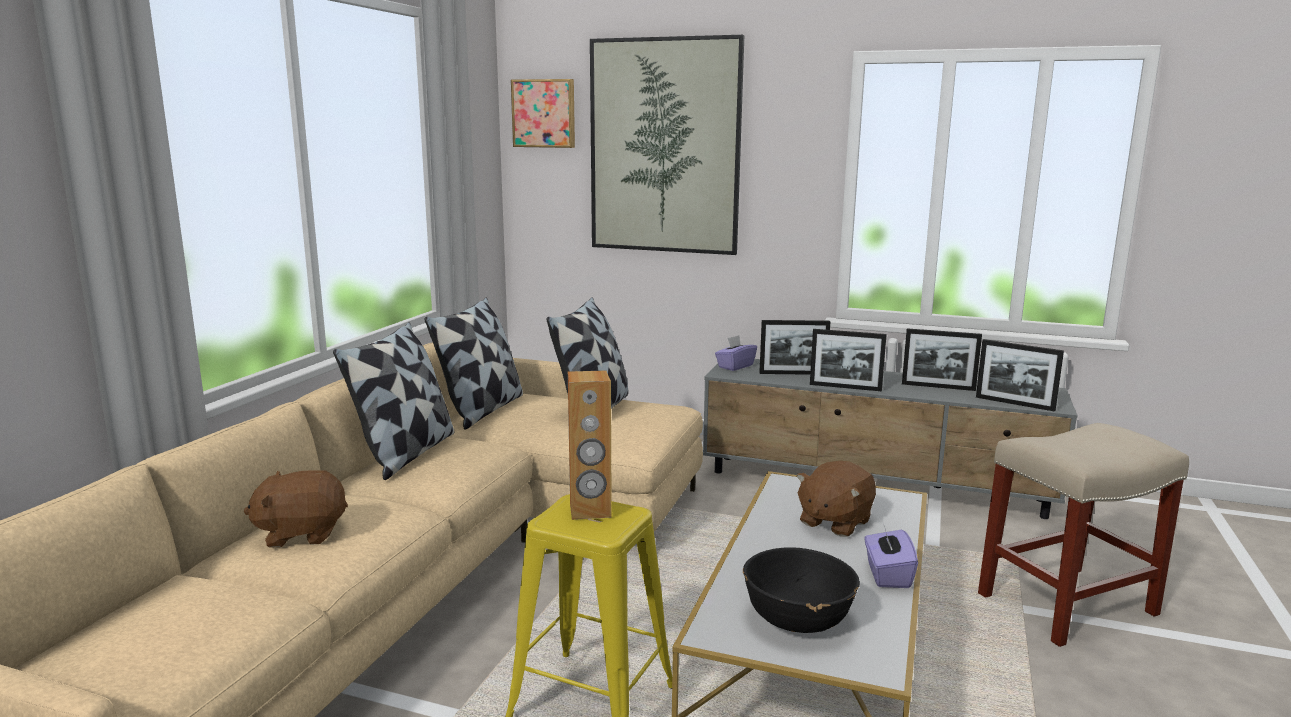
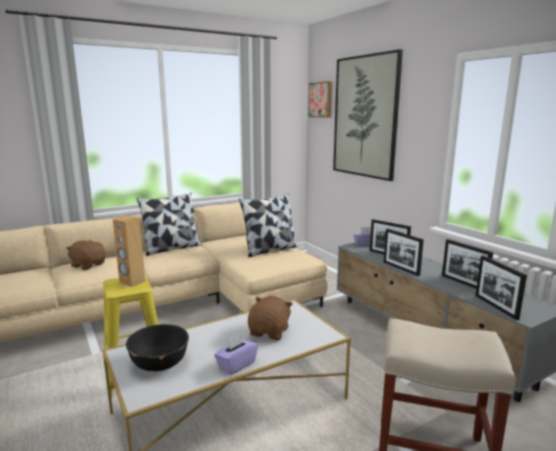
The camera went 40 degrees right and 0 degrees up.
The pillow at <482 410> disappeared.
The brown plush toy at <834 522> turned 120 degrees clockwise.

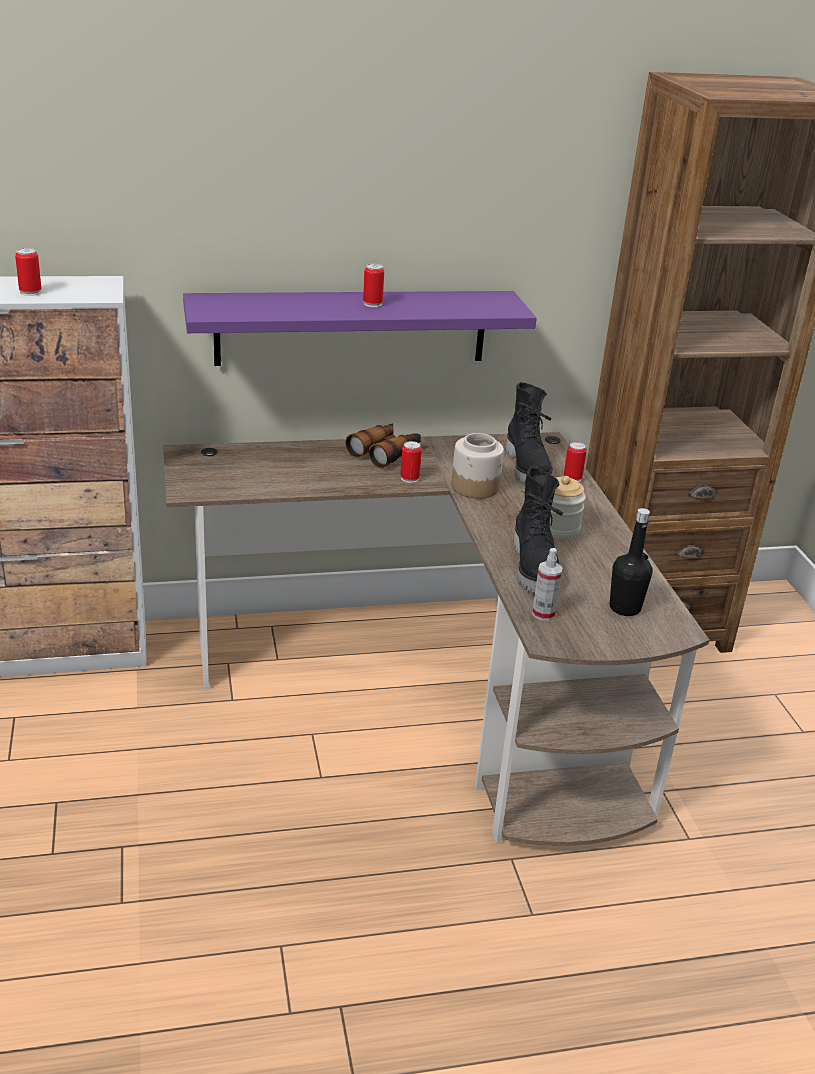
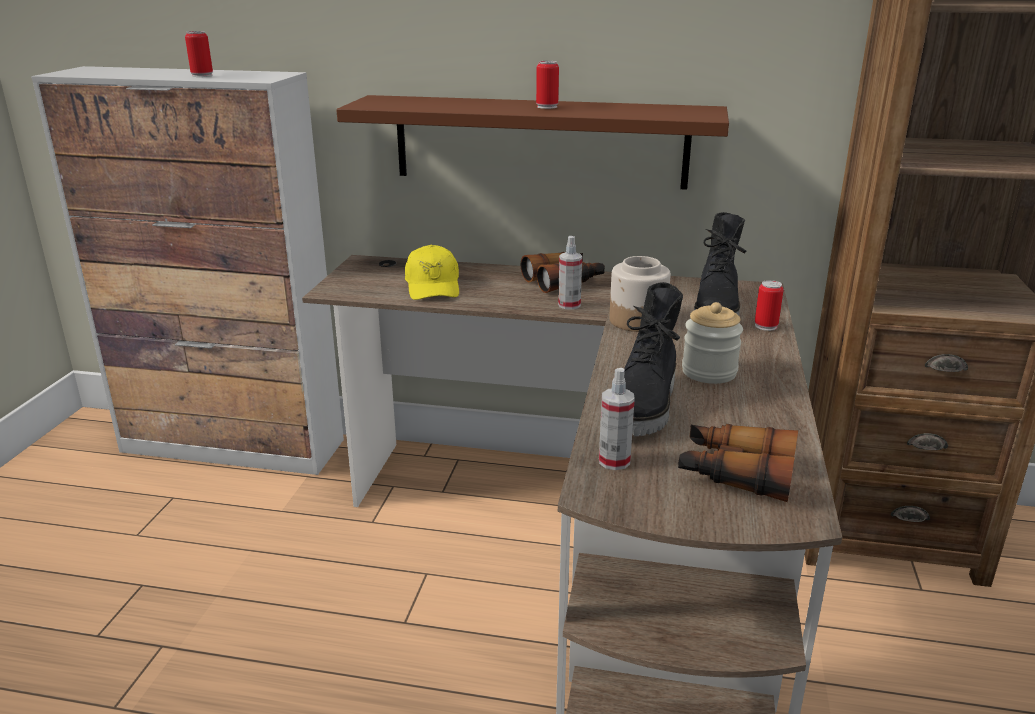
The camera went 25 degrees right and 5 degrees down.
The purple shelf at <352 327> became the brown shelf at <540 141>.
The can at <409 478> was replaced by the spray bottle at <569 305>.
The black bottle at <625 608> was replaced by the binoculars at <735 473>.
The yellow cap at <433 286> appeared.

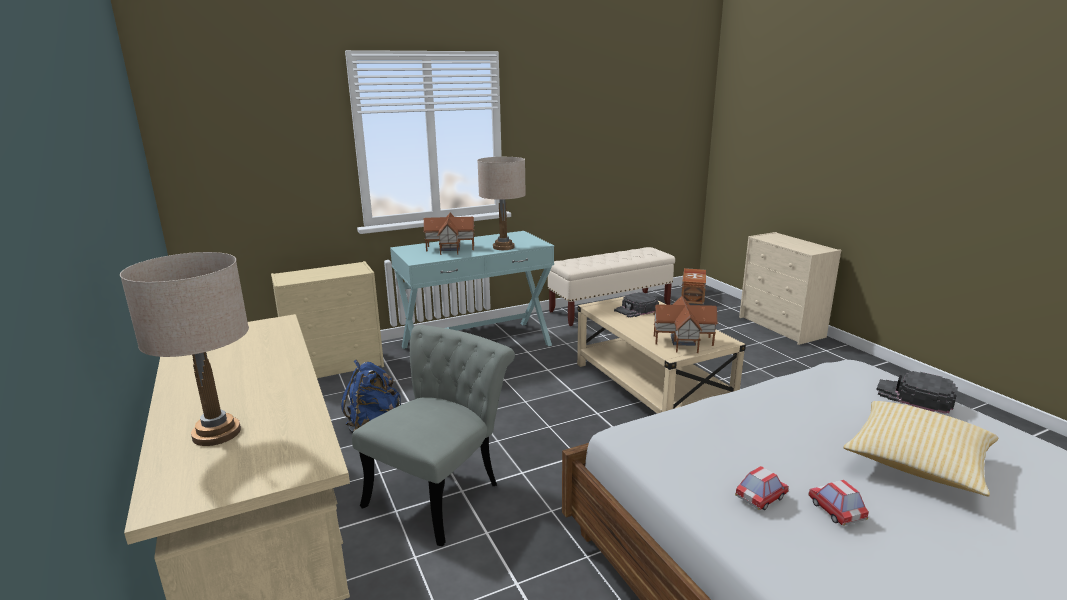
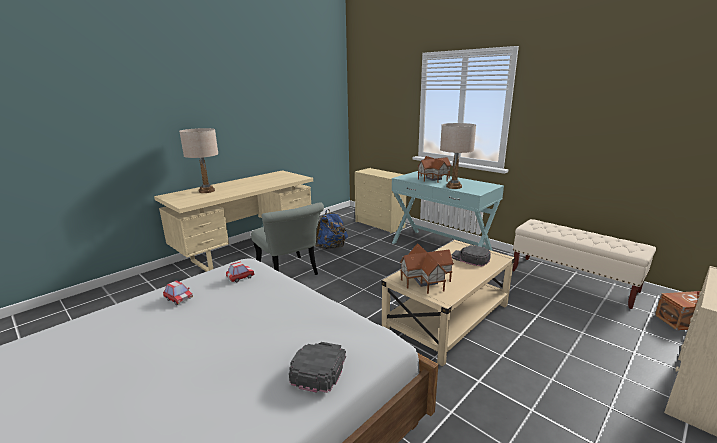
The camera went 70 degrees right and 0 degrees up.
The grey chair at <441 490> turned 45 degrees clockwise.
The pillow at <916 463> disappeared.
The toy car moved from <836 511> to <240 277>.

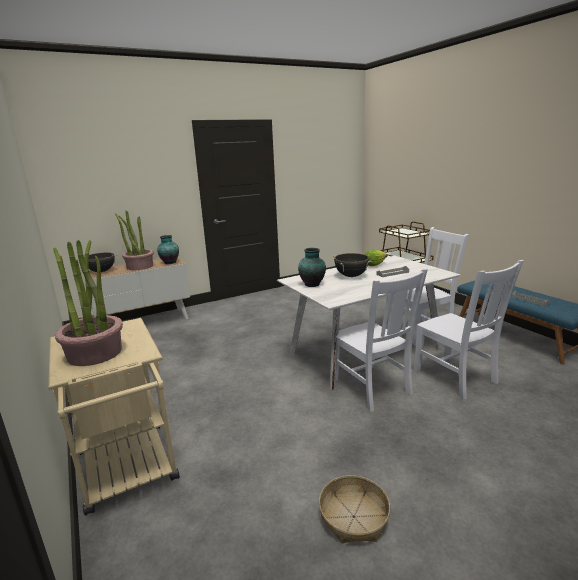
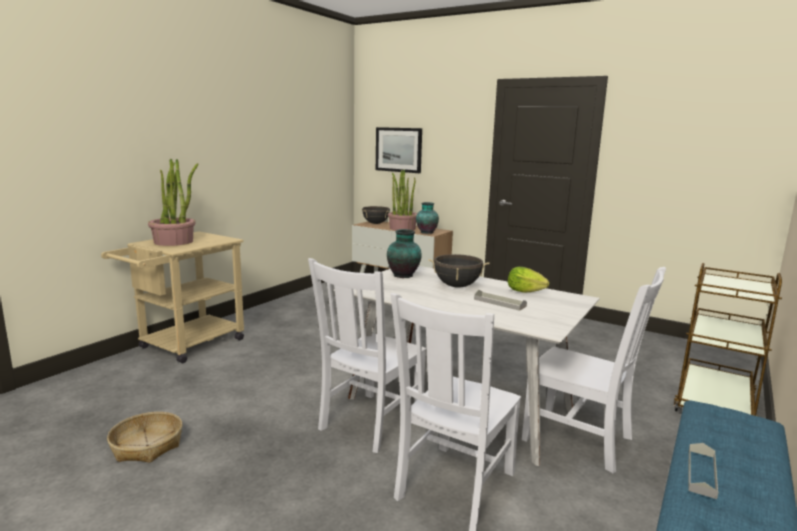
The camera went 60 degrees right and 5 degrees down.
The picture at <398 149> appeared.

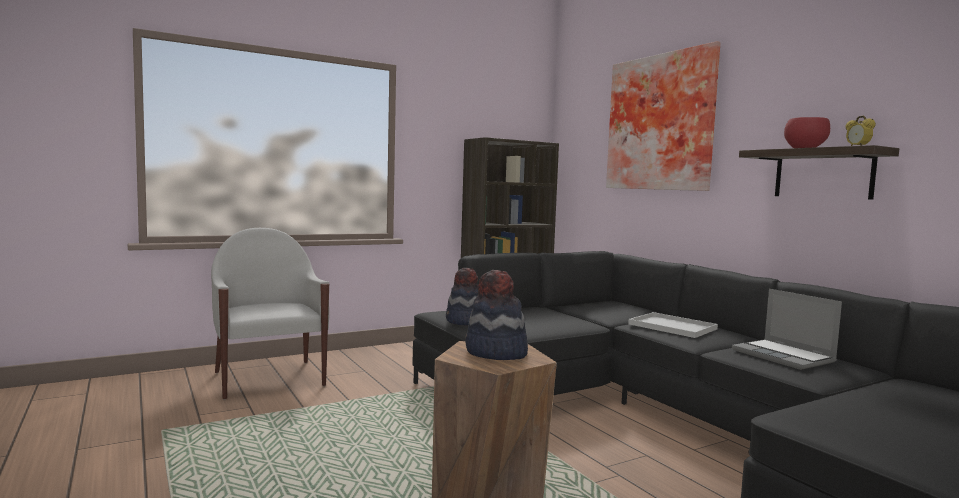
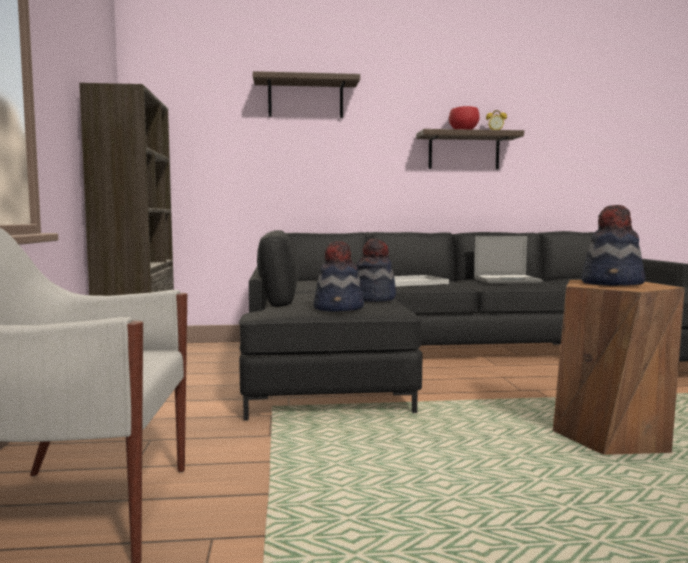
The camera went 65 degrees left and 0 degrees up.
The picture at <662 123> was replaced by the shelf at <305 98>.
The hat at <373 299> appeared.

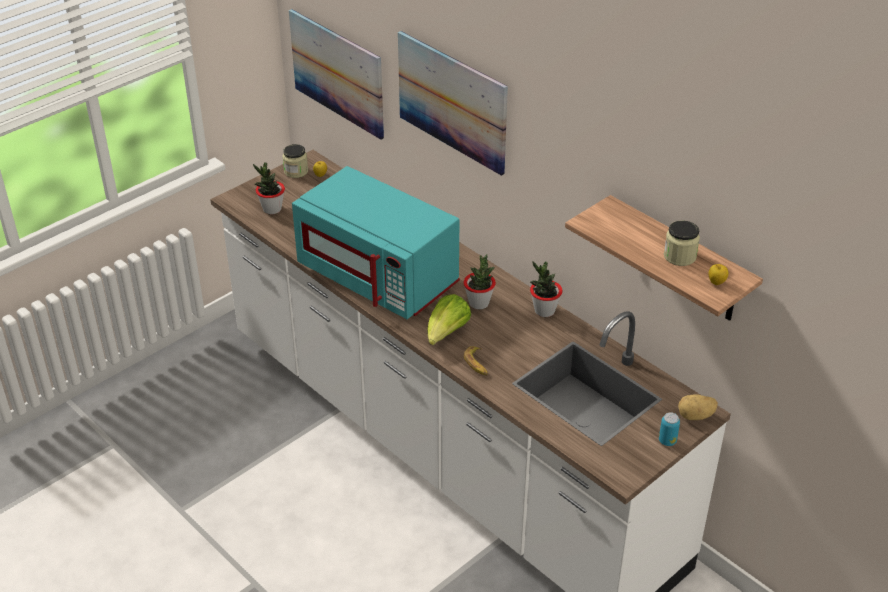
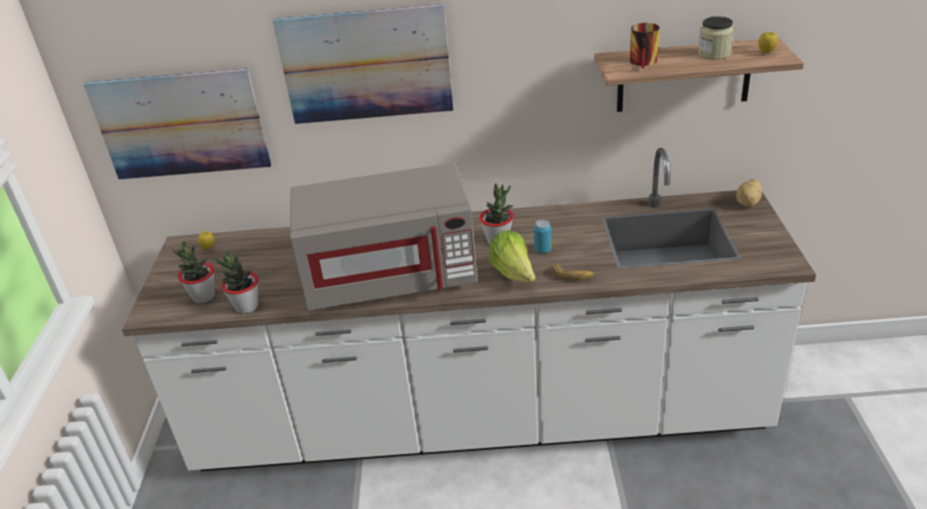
The camera went 45 degrees left and 5 degrees down.
The jar at <296 171> disappeared.
The turquoise microwave at <379 277> became the grey microwave at <391 277>.
The potted plant moved from <544 311> to <246 307>.
The can moved from <667 441> to <542 250>.
The mug at <646 62> appeared.

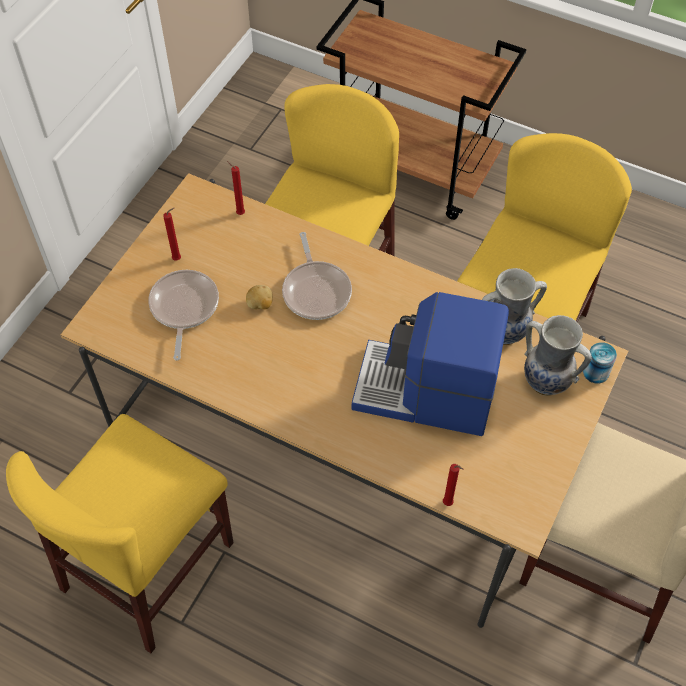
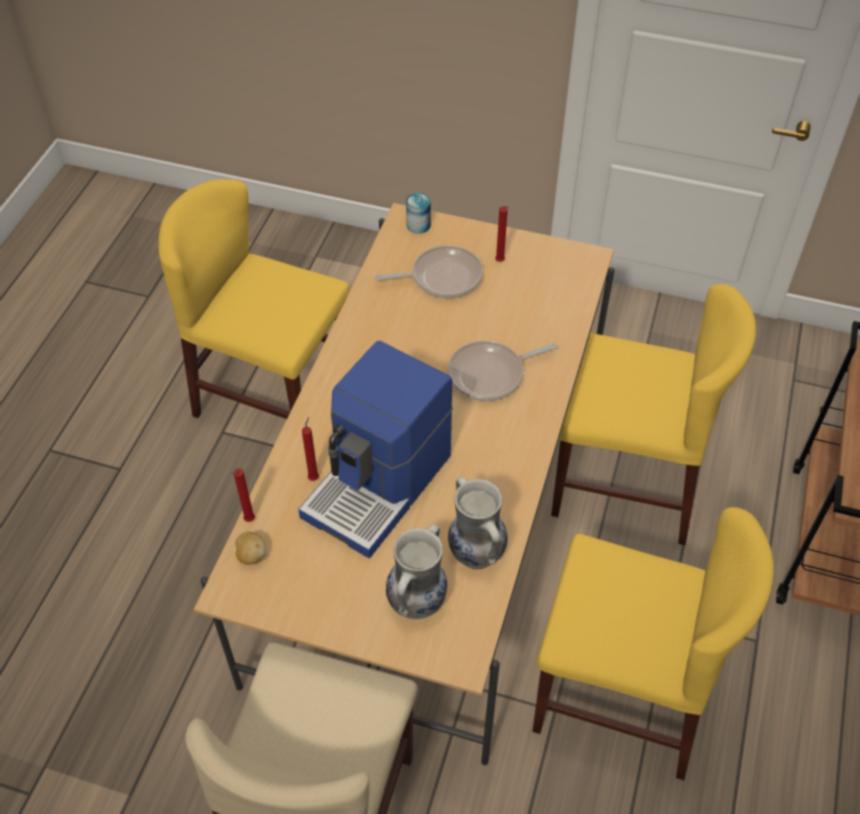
The camera went 80 degrees right and 5 degrees down.
The red candle moved from <239 213> to <314 477>.
The potato moved from <260 305> to <251 555>.
The coffee machine at <425 393> turned 150 degrees counterclockwise.
The can moved from <595 372> to <418 225>.

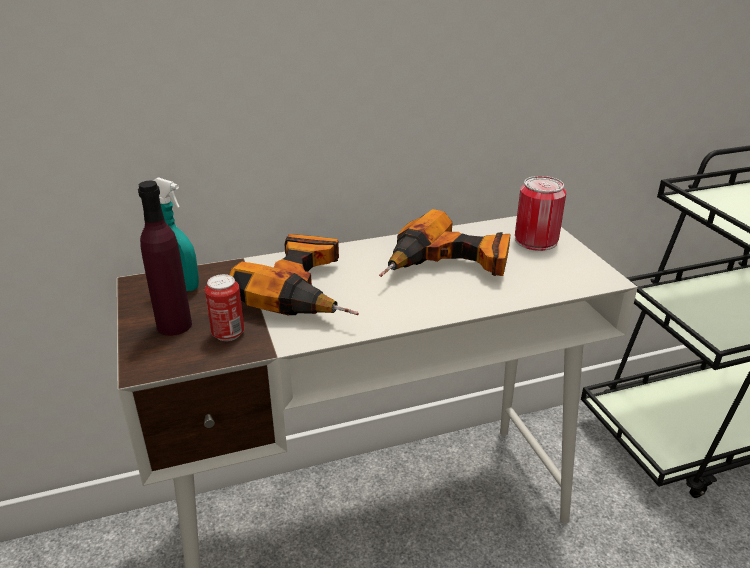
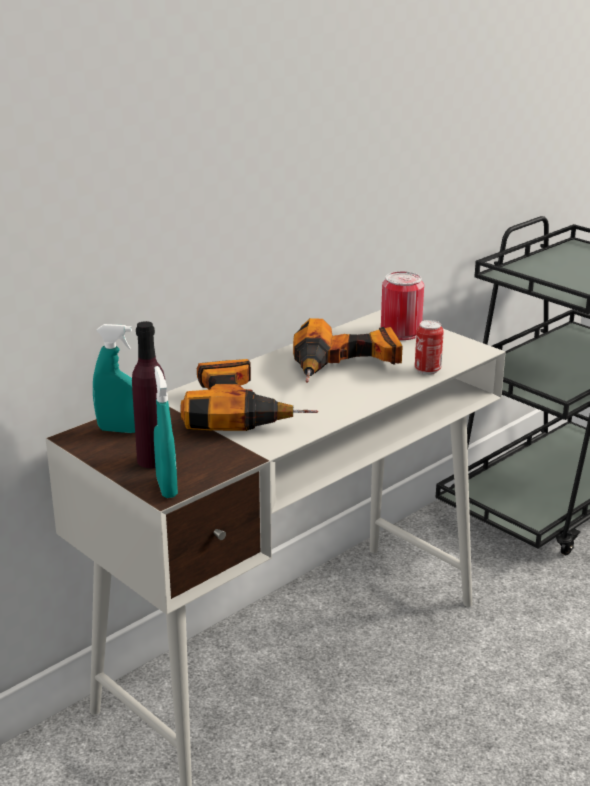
The camera went 25 degrees left and 5 degrees down.
The can moved from <228 334> to <427 370>.
The turquoise spray bottle at <166 487> appeared.

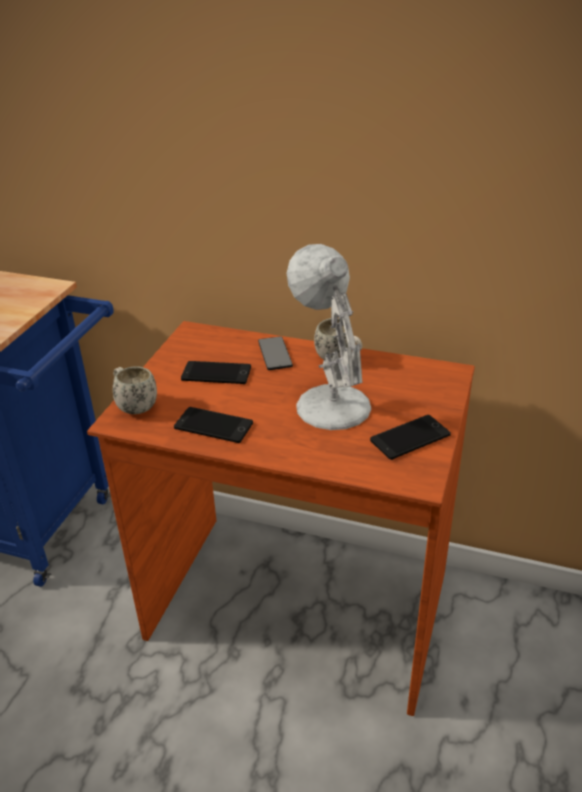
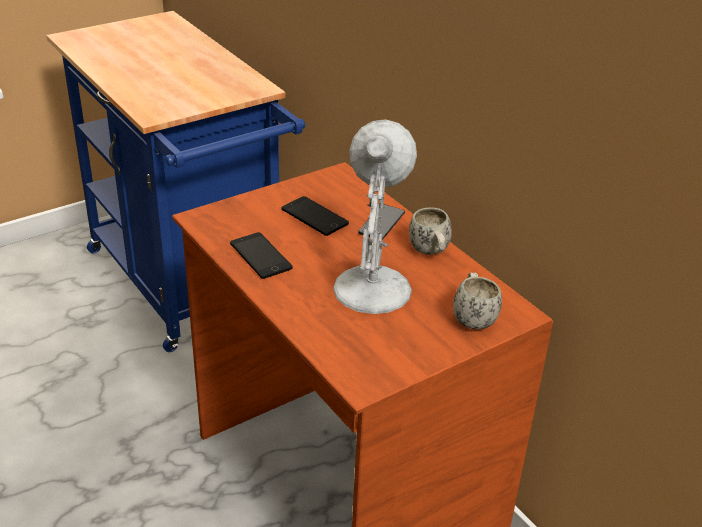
The camera went 35 degrees right and 0 degrees up.
The white mug moved from <133 405> to <472 317>.
The phone at <410 438> disappeared.

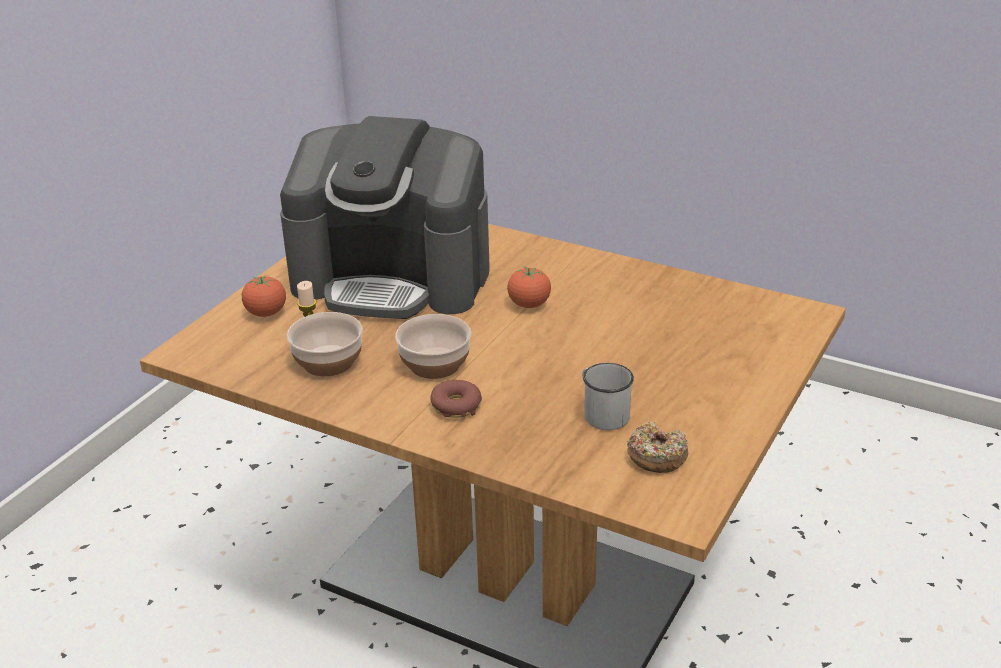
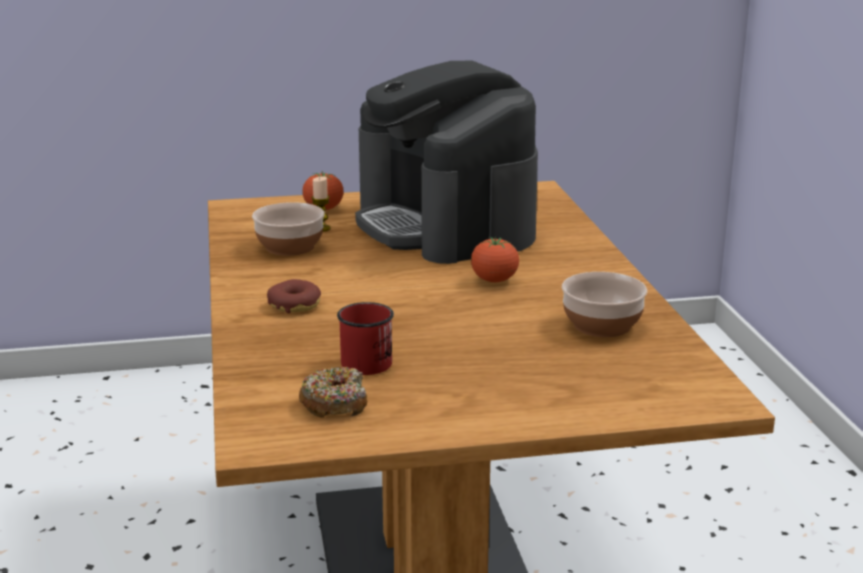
The camera went 50 degrees right and 10 degrees down.
The bowl moved from <434 364> to <600 325>.
The white mug at <602 413> became the red mug at <370 360>.

